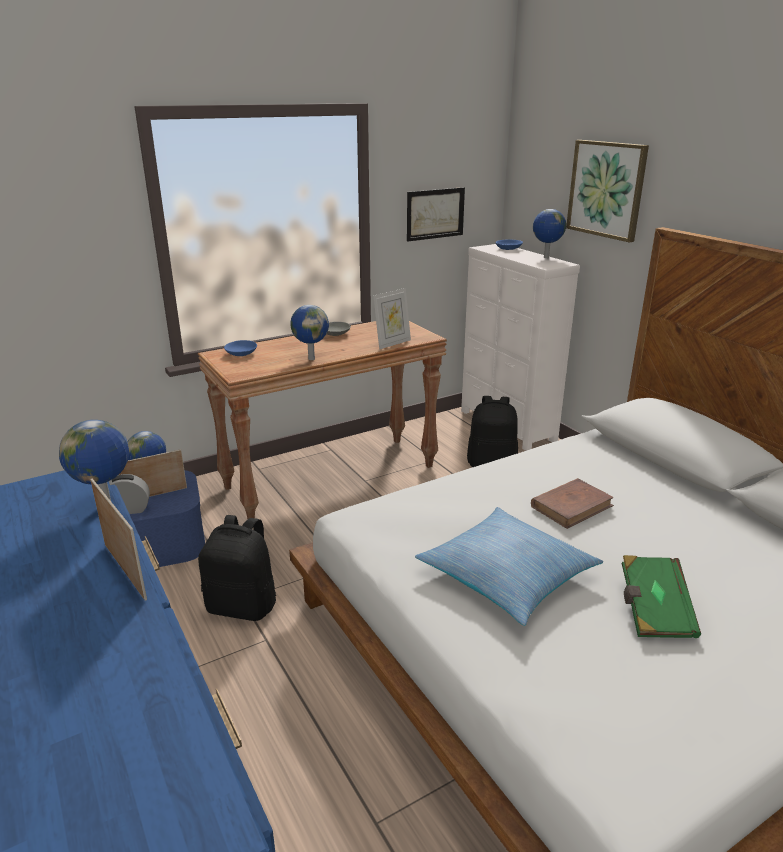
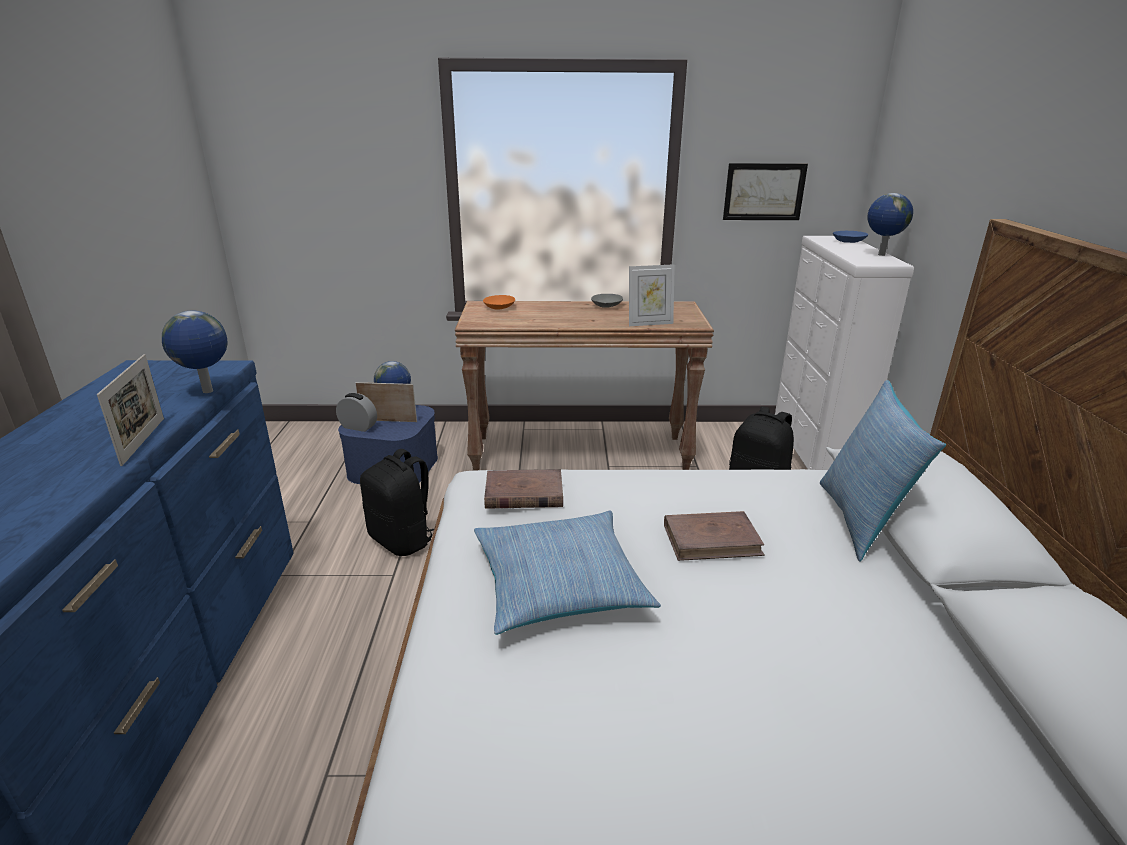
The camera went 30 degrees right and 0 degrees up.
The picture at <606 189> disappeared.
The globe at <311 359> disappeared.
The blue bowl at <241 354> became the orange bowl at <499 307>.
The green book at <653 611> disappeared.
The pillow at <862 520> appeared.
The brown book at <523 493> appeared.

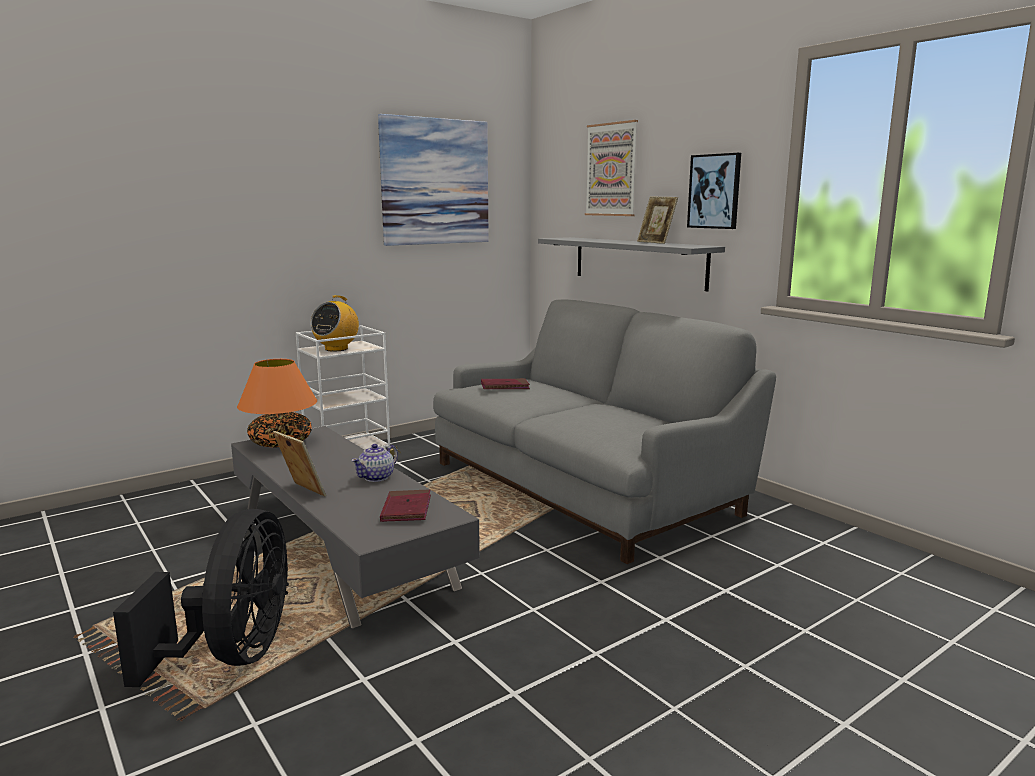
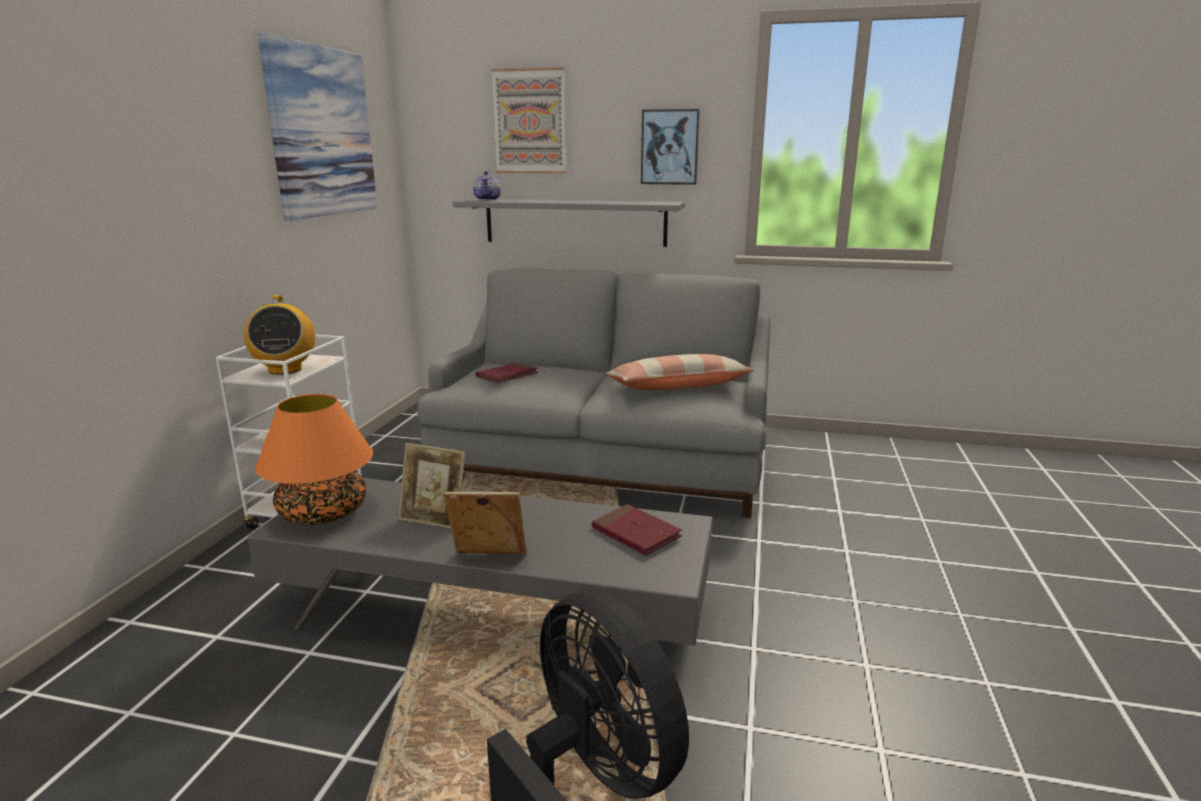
The camera went 40 degrees left and 5 degrees up.
The picture frame moved from <656 242> to <434 519>.
The teapot moved from <377 477> to <487 199>.
The pillow at <677 387> appeared.

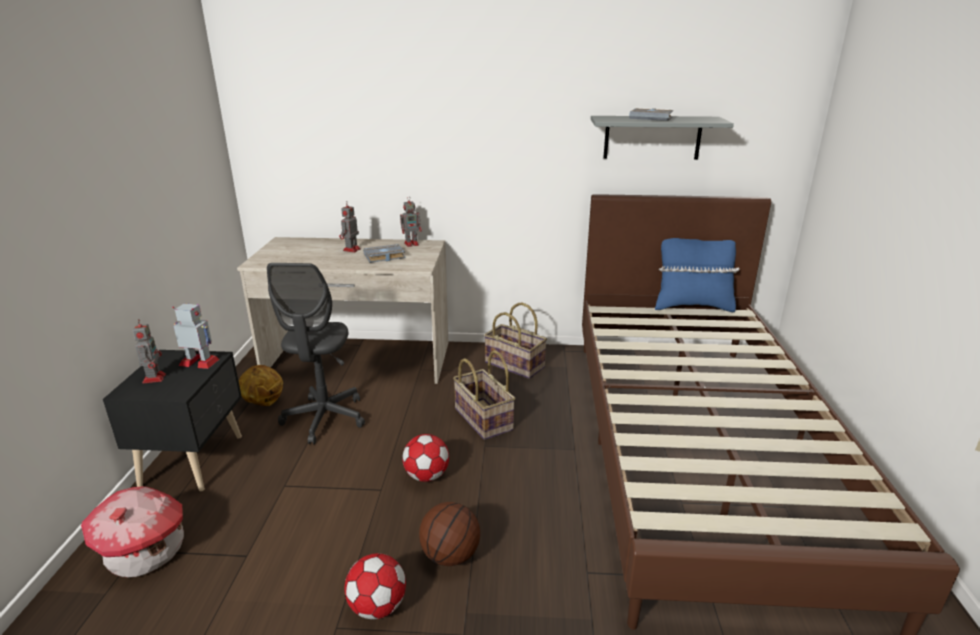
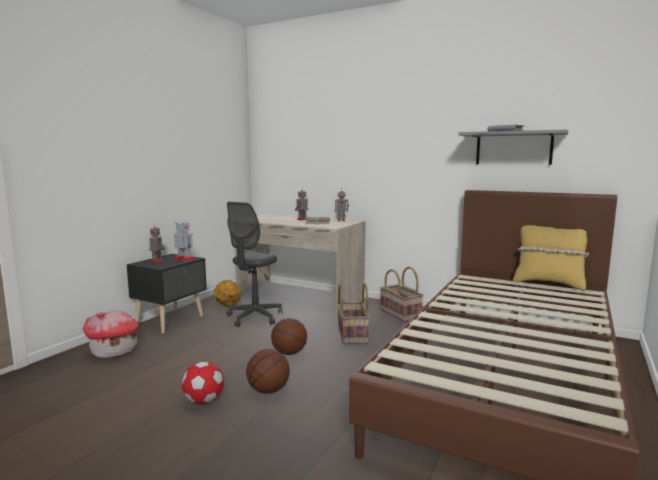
The camera went 25 degrees right and 15 degrees down.
The blue pillow at <691 306> became the yellow pillow at <548 283>.
The football at <426 476> was replaced by the basketball at <289 353>.

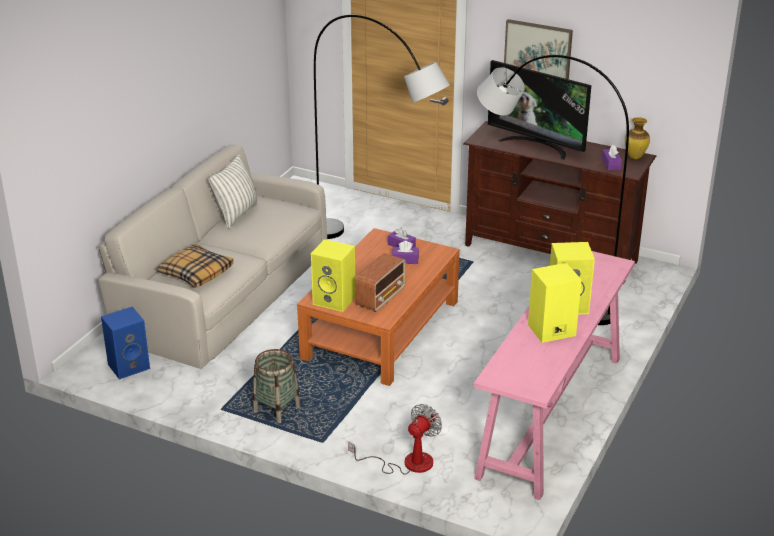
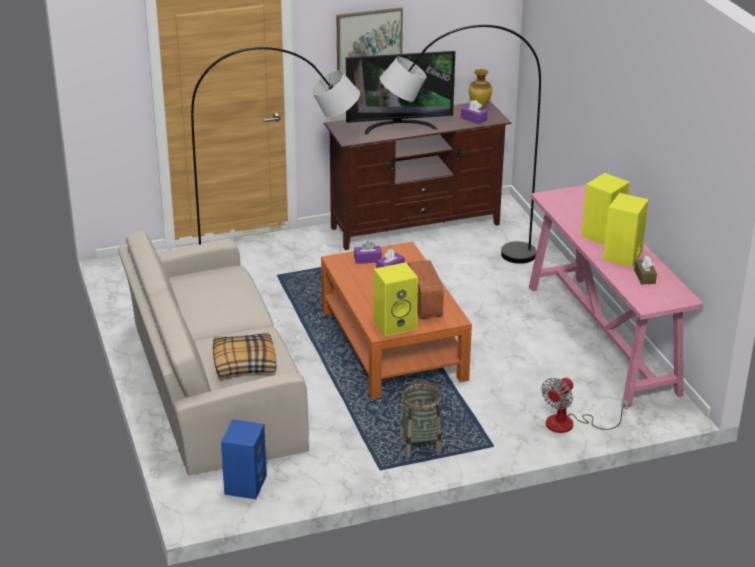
The camera went 45 degrees left and 0 degrees up.
The pillow at <236 214> disappeared.
The fan at <407 463> turned 135 degrees counterclockwise.
The brown tissue box at <644 277> appeared.

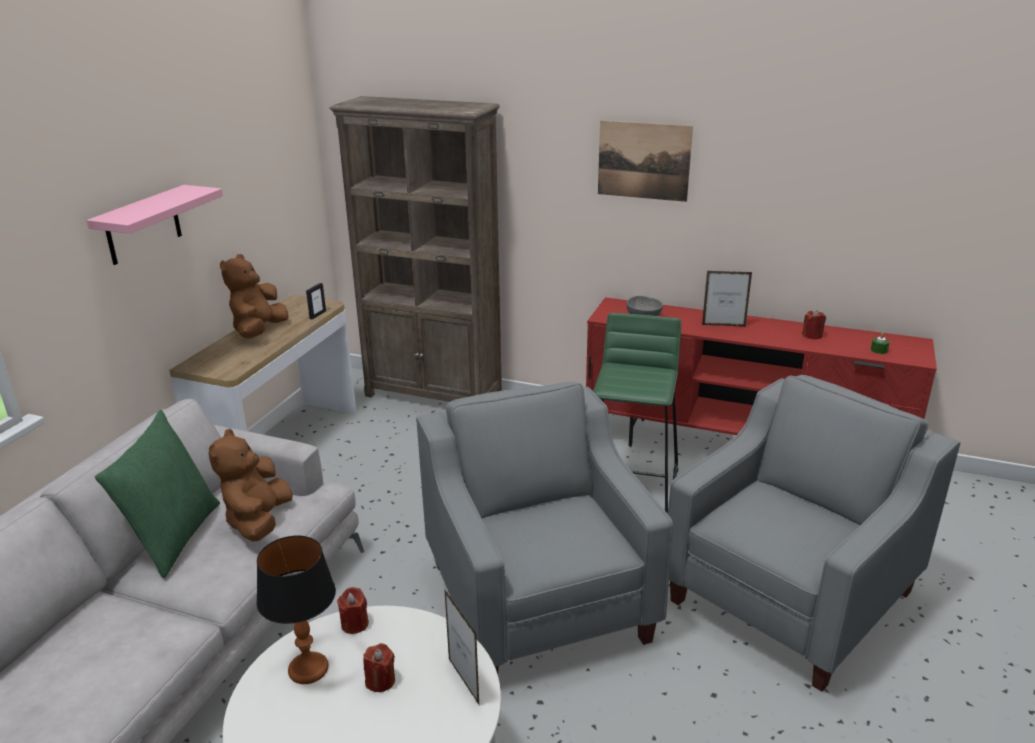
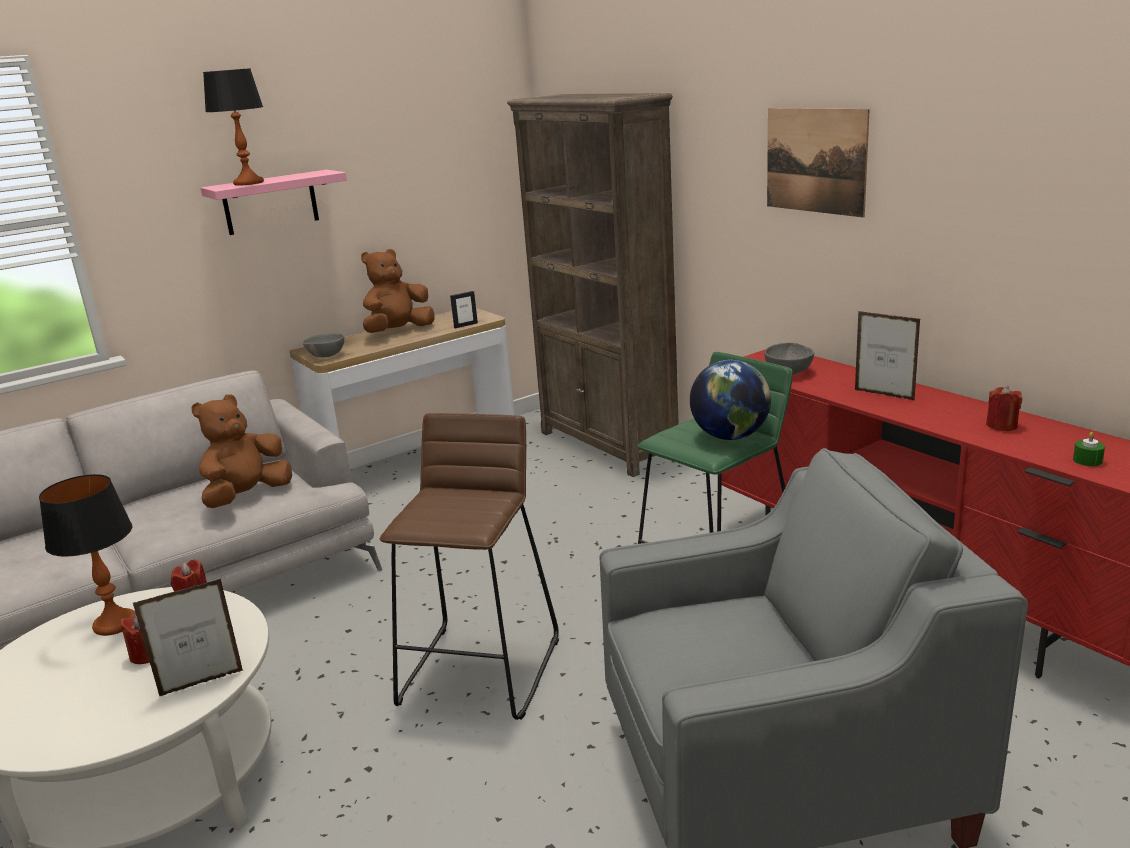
The camera went 35 degrees right and 5 degrees down.
The grey armchair at <538 600> was replaced by the brown stool at <481 670>.
The green pillow at <173 537> disappeared.
The picture frame at <463 681> turned 120 degrees counterclockwise.
The table lamp at <249 183> appeared.
The grey bowl at <325 356> appeared.
The globe at <730 436> appeared.

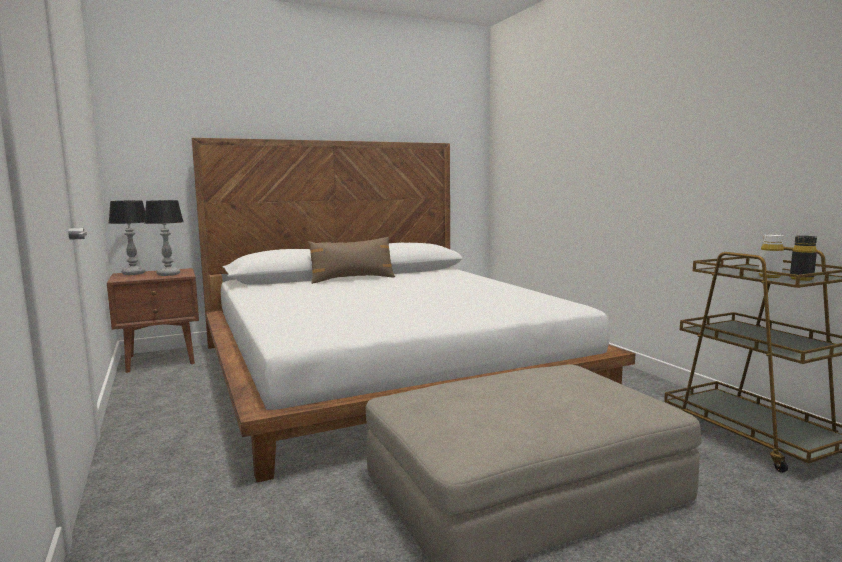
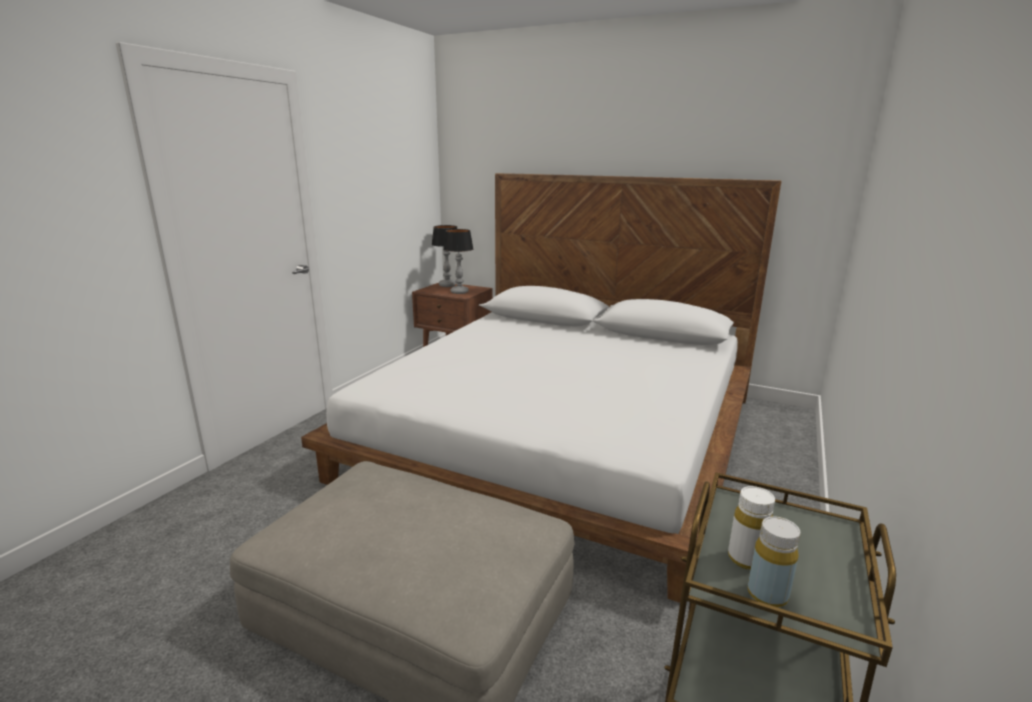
The camera went 50 degrees right and 10 degrees up.
The black bottle at <801 279> became the yellow bottle at <767 595>.
The brown pillow at <352 279> disappeared.

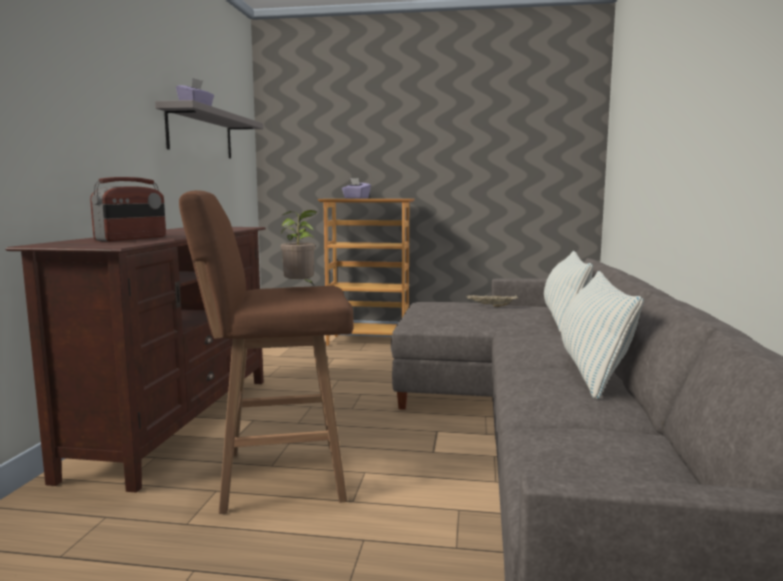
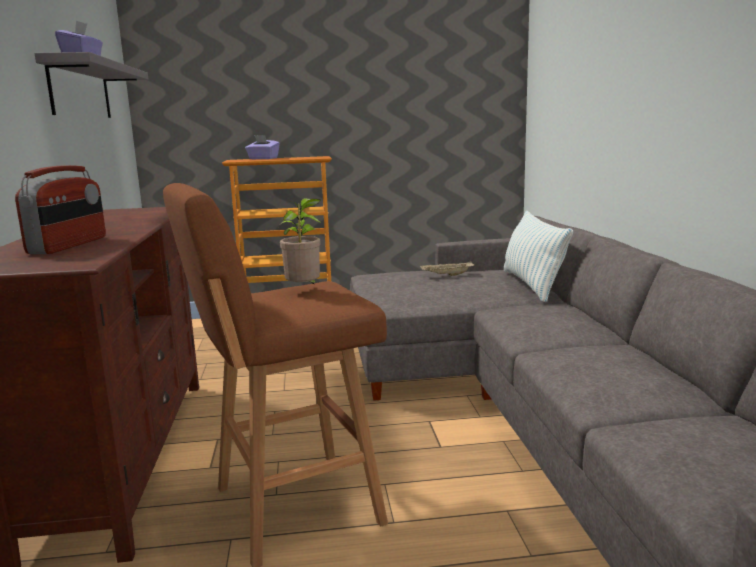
The camera went 15 degrees left and 5 degrees up.
The pillow at <593 371> disappeared.

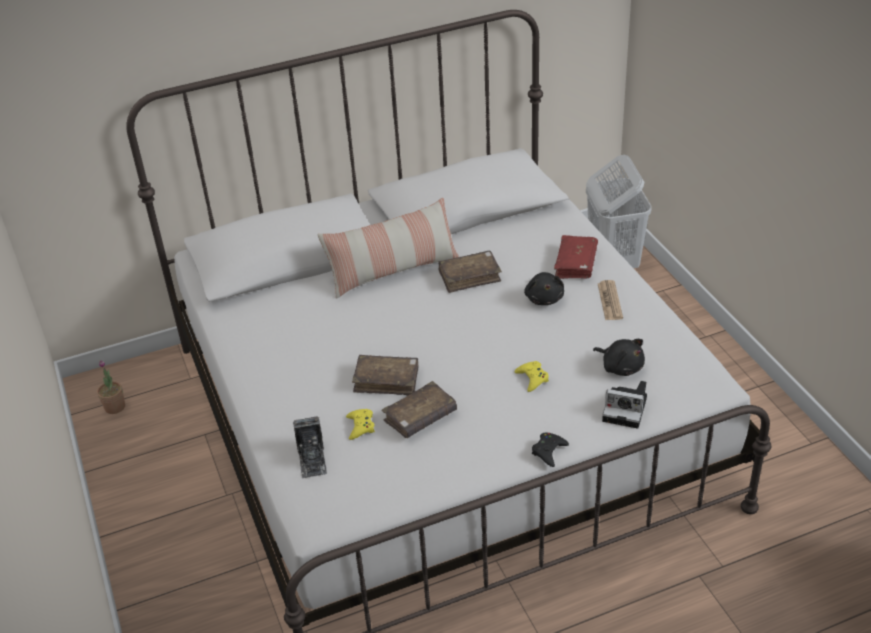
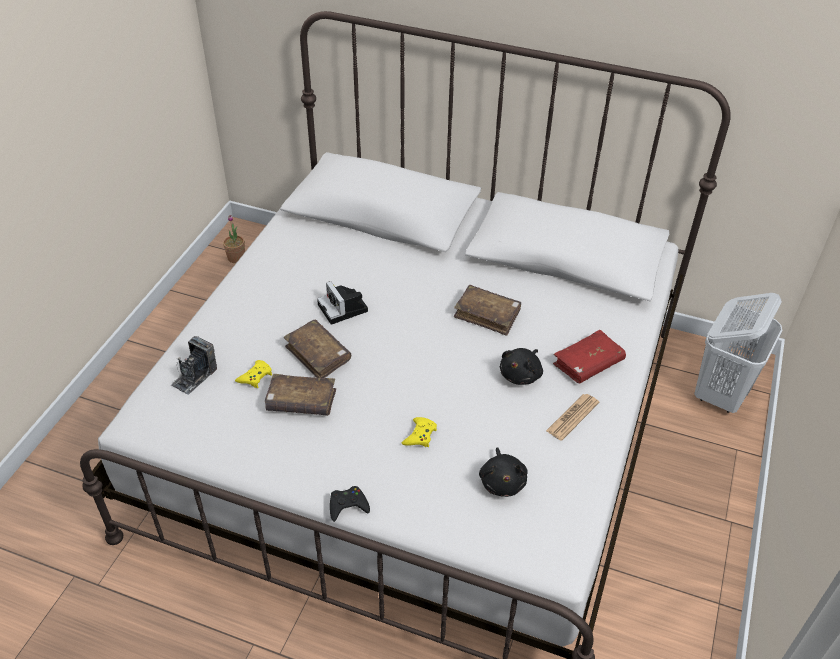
The camera went 40 degrees right and 5 degrees up.
The pillow at <393 270> disappeared.
The photo camera moved from <627 409> to <344 309>.

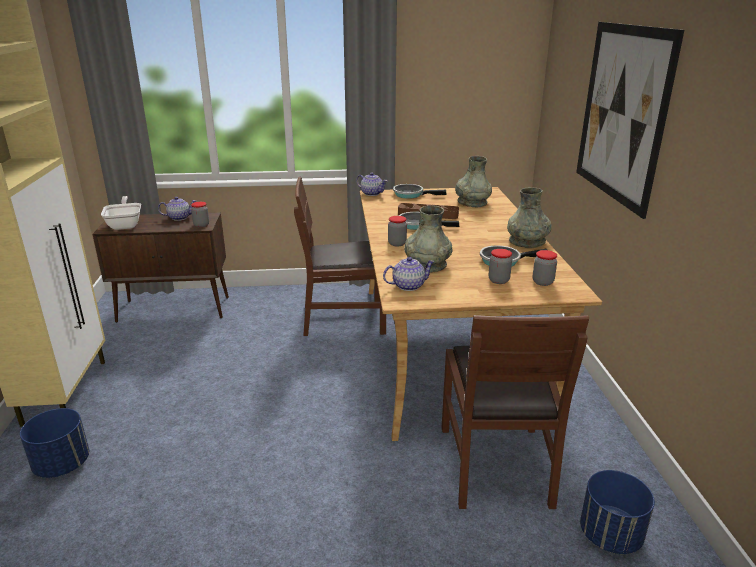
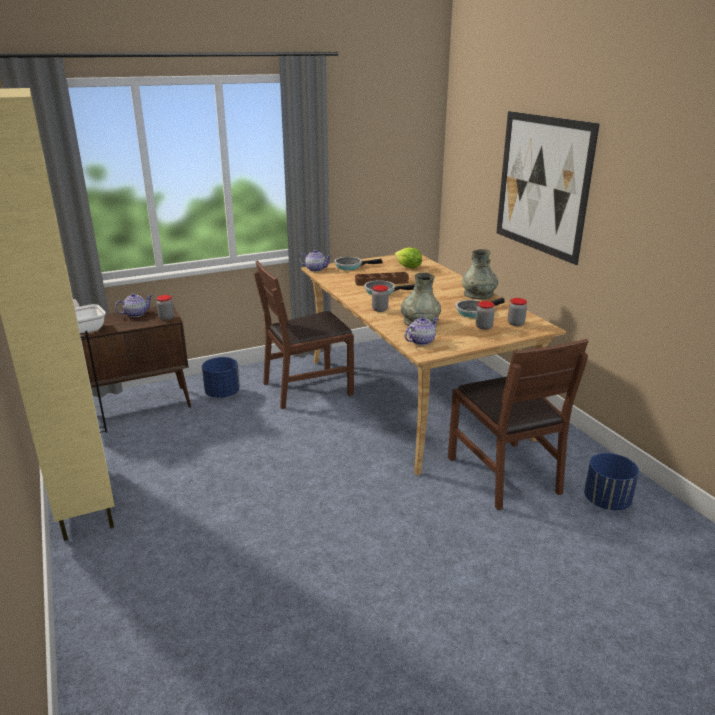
The camera went 20 degrees left and 0 degrees up.
The grey vase at <472 202> was replaced by the lettuce at <408 267>.
The blue planter moved from <62 464> to <222 393>.

